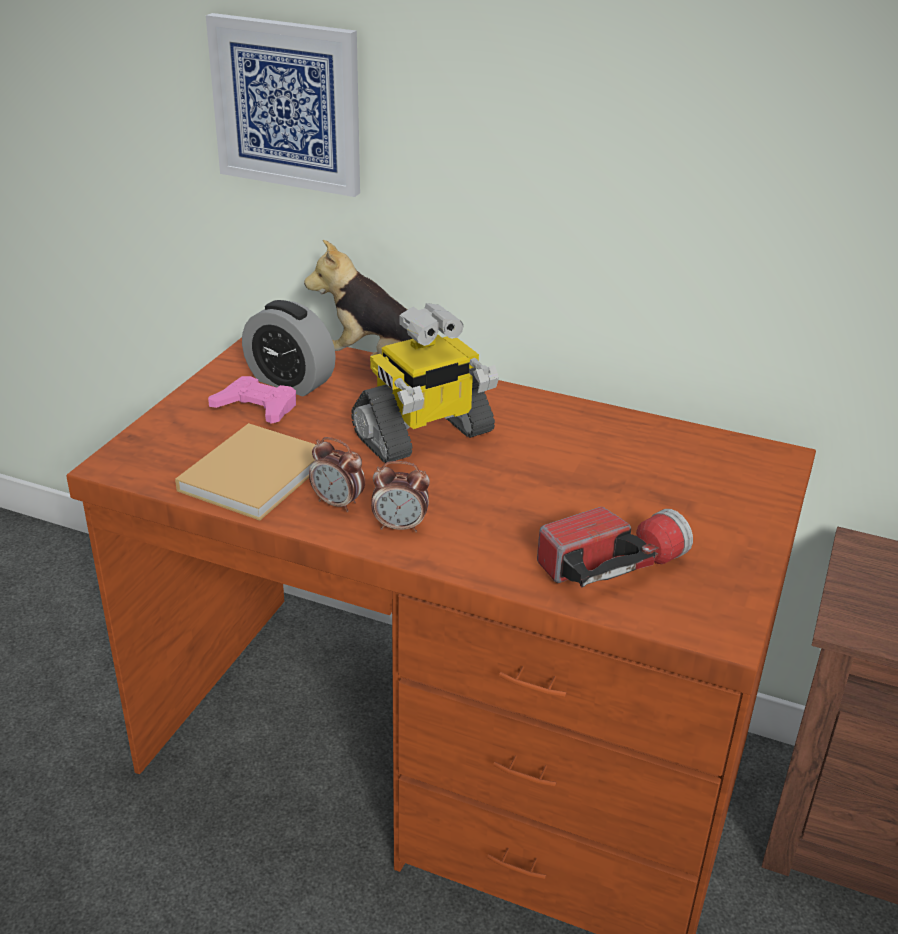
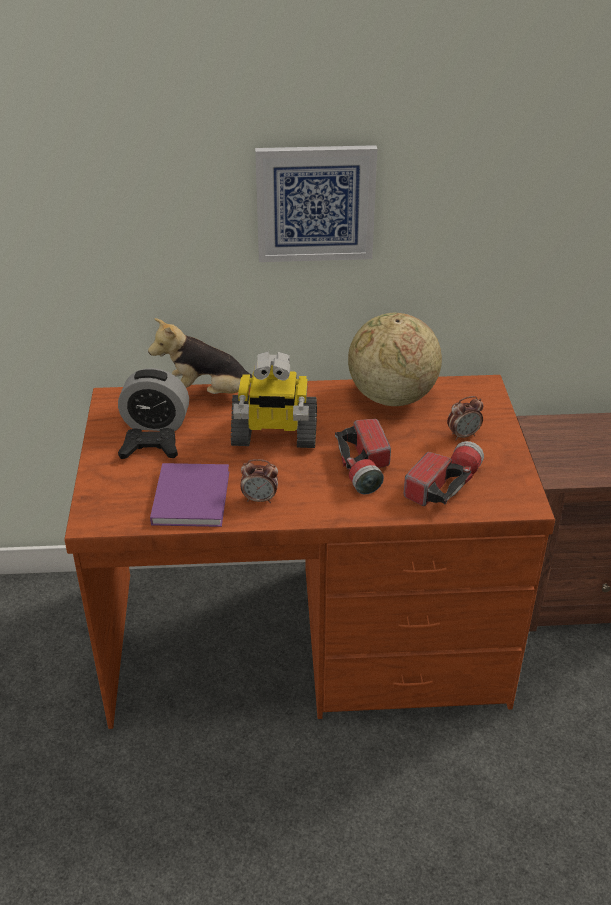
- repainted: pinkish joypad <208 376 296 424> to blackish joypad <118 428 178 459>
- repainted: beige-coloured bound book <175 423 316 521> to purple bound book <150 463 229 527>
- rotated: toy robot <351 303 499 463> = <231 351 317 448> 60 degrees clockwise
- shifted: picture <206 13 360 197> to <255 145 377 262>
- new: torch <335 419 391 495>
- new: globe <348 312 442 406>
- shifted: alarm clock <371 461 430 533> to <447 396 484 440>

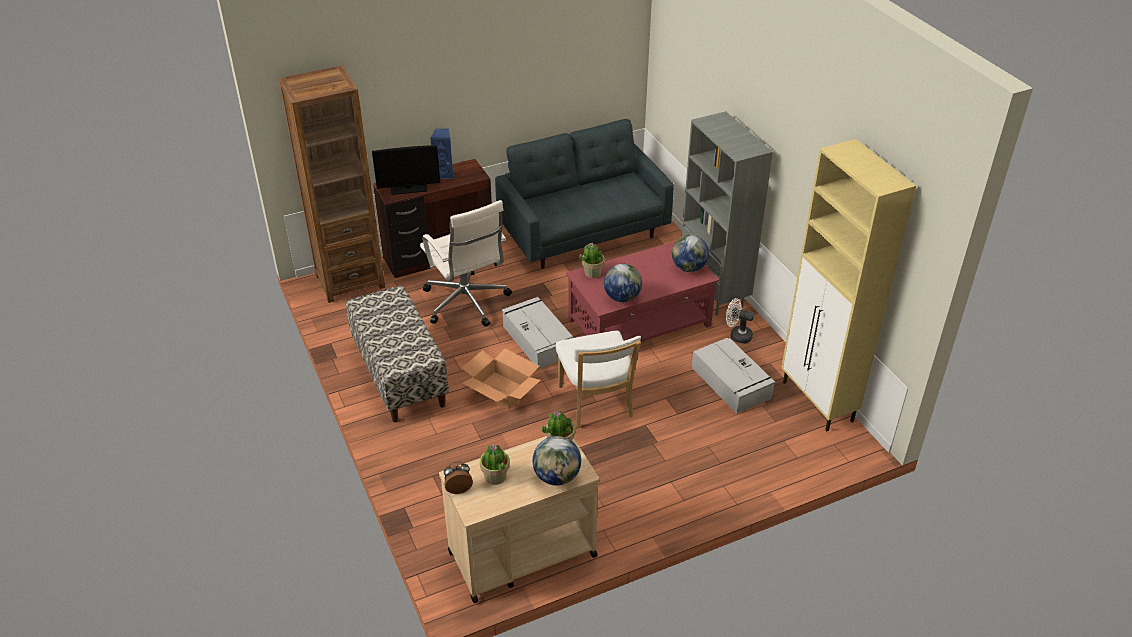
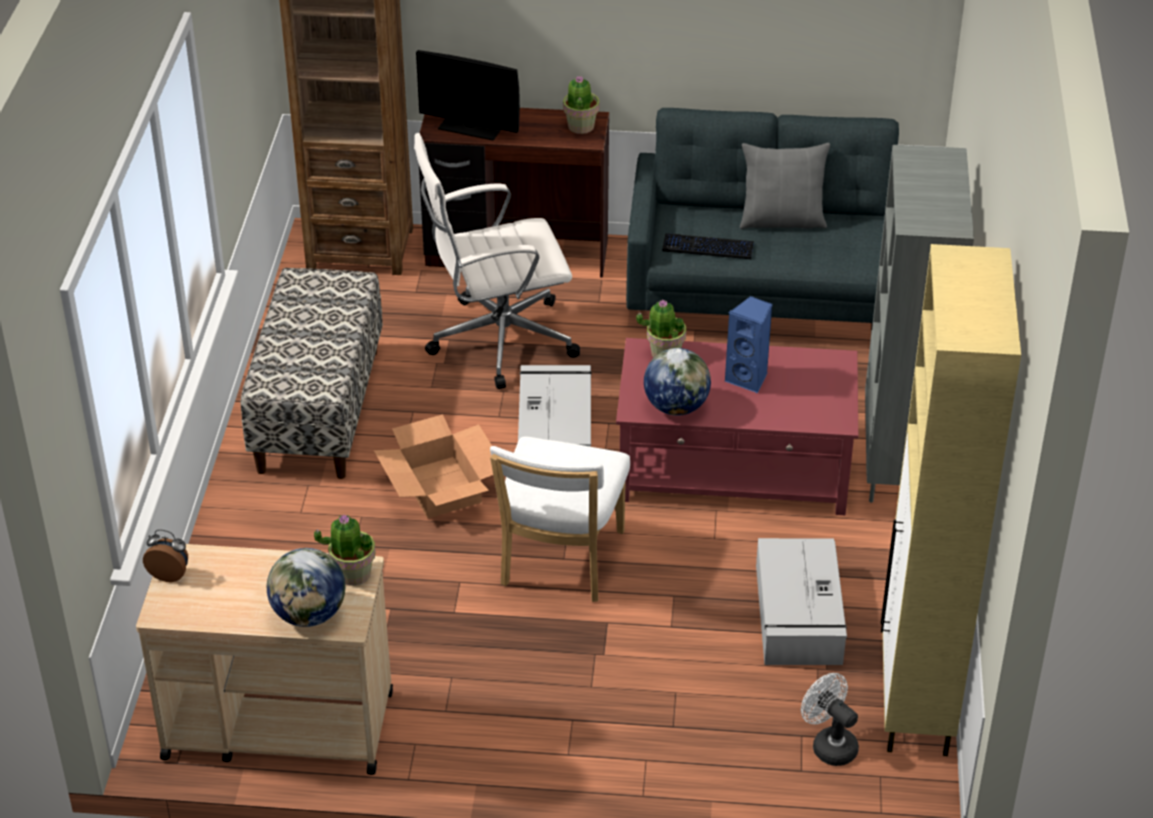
- rotated: white-coloured desk chair <420 200 512 327> = <414 133 580 389> 75 degrees clockwise
- shifted: plant in a pot <480 444 510 485> to <563 76 600 134>
- new: keyboard <662 233 754 259>
- shifted: blue audio speaker <430 129 454 179> to <725 296 773 394>
- new: greyish cushion <740 143 830 229>
- shifted: white-coloured electric fan <726 298 754 343> to <801 673 859 766>
- gone: globe <672 235 709 272>

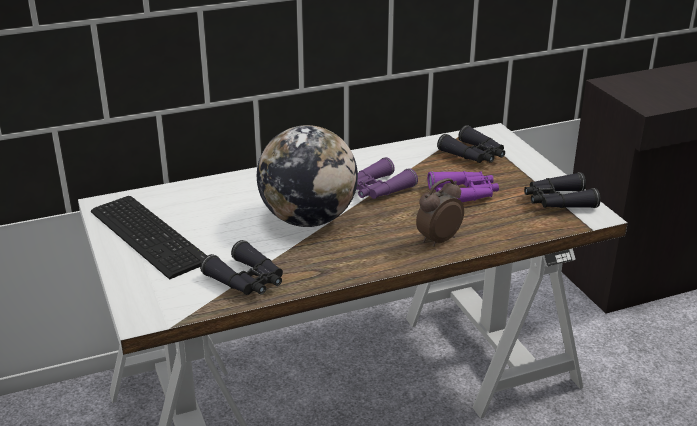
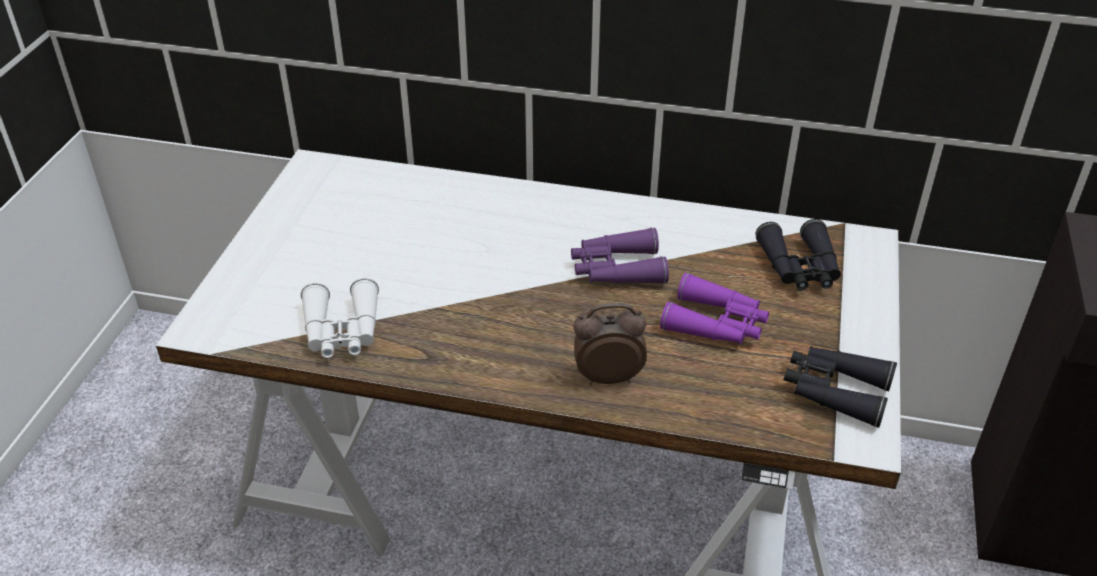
- repainted: blackish pair of binoculars <200 240 283 295> to white-coloured pair of binoculars <301 277 379 358>
- gone: keyboard <91 196 207 280>
- gone: globe <257 125 358 227>

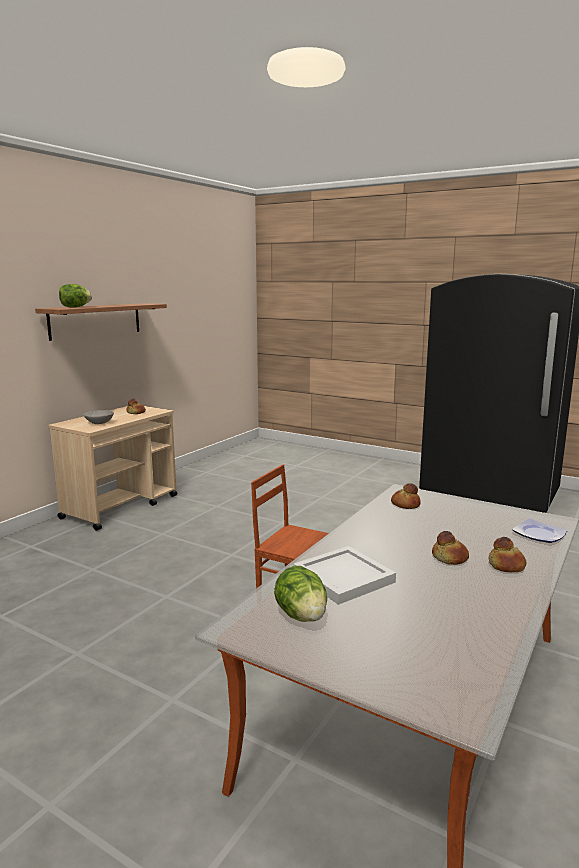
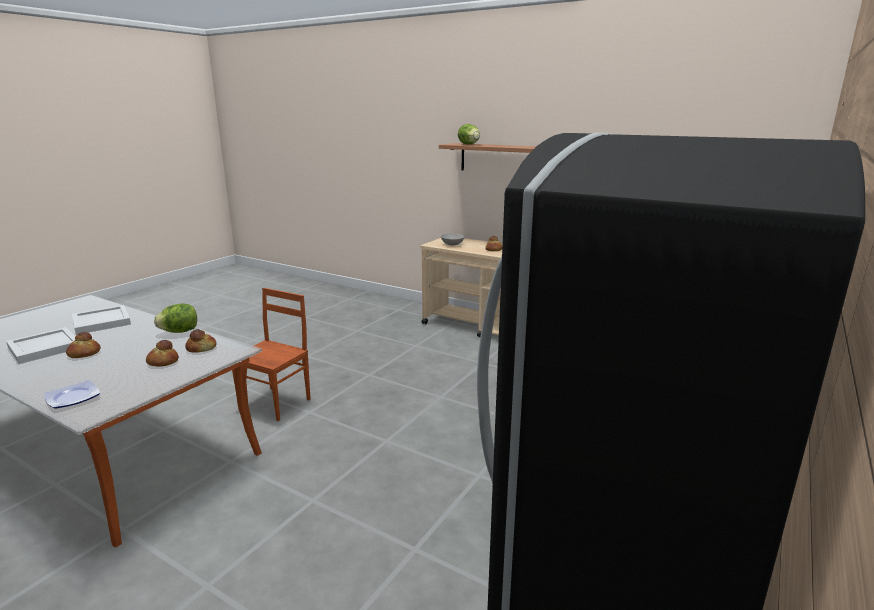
- new: white-coloured tray <6 327 75 364>
- shifted: baked bread <489 537 526 572> to <146 340 179 367>
- shifted: lettuce <274 566 327 622> to <154 304 197 333>

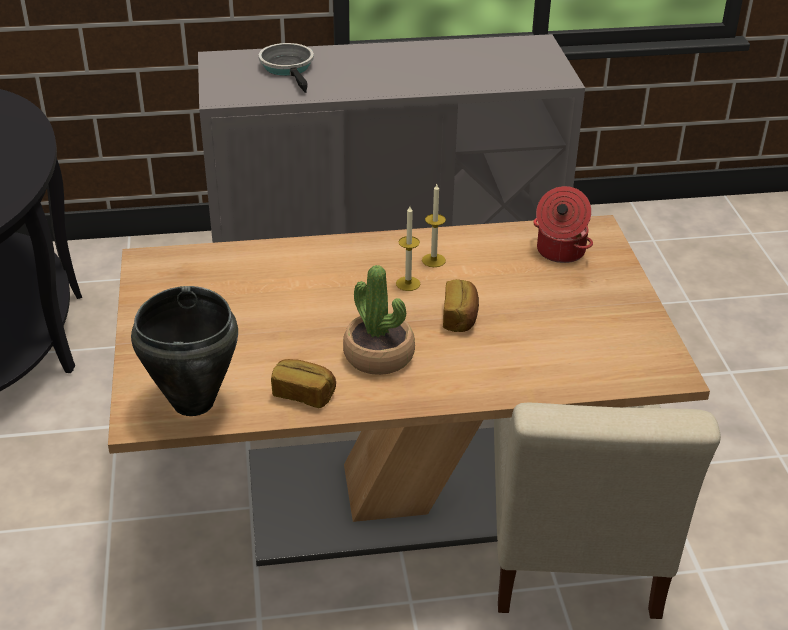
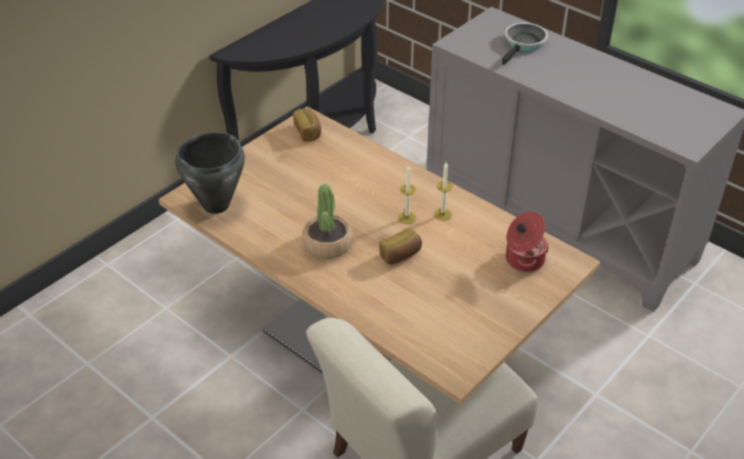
- shifted: baked bread <271 359 336 408> to <293 108 321 142>

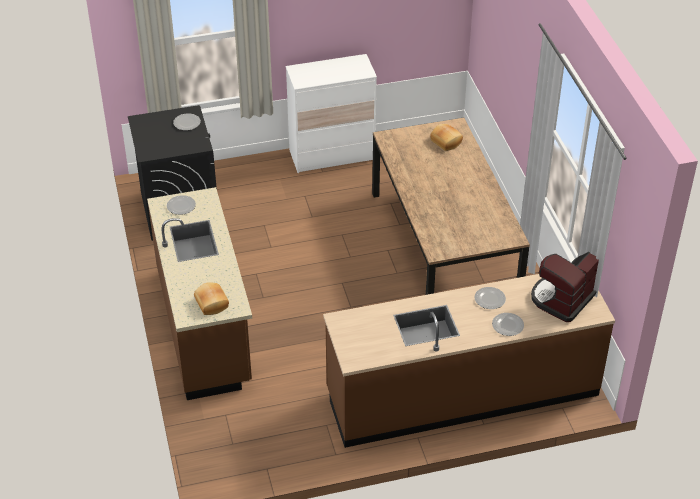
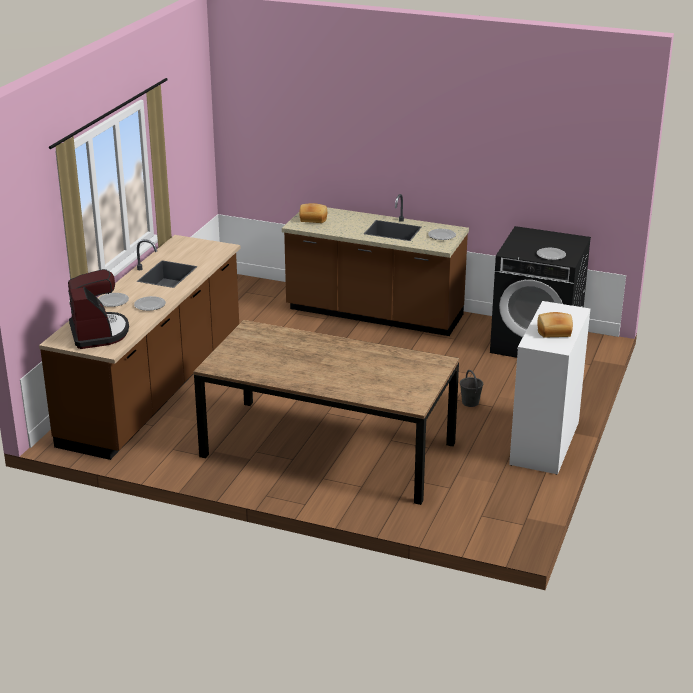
- new: greyish bucket <460 370 483 407>
- shifted: baked bread <430 124 463 151> to <537 312 573 338>

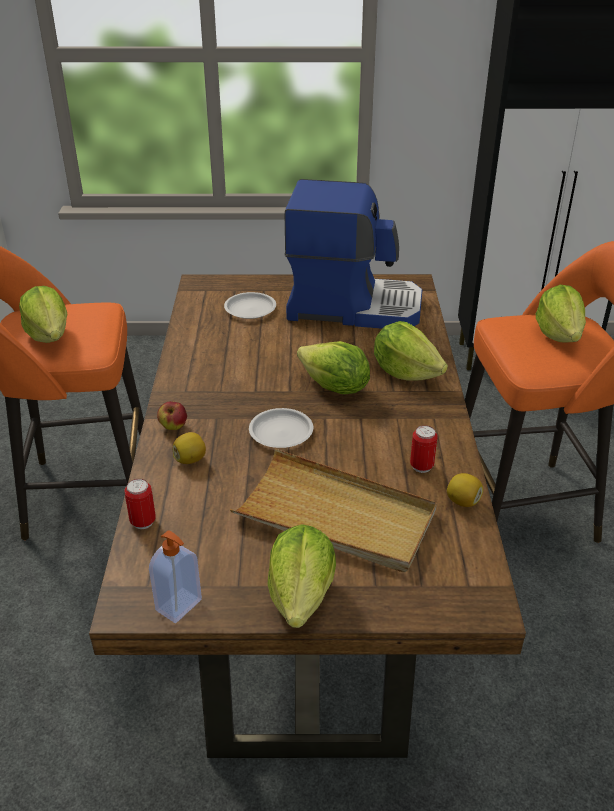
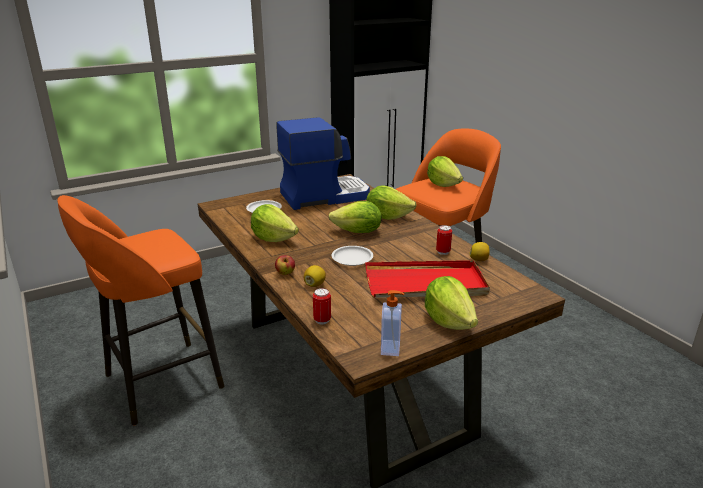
- shifted: lettuce <19 286 67 343> to <251 204 299 242>
- repainted: beige-coloured tray <230 449 437 572> to red tray <365 260 490 298>

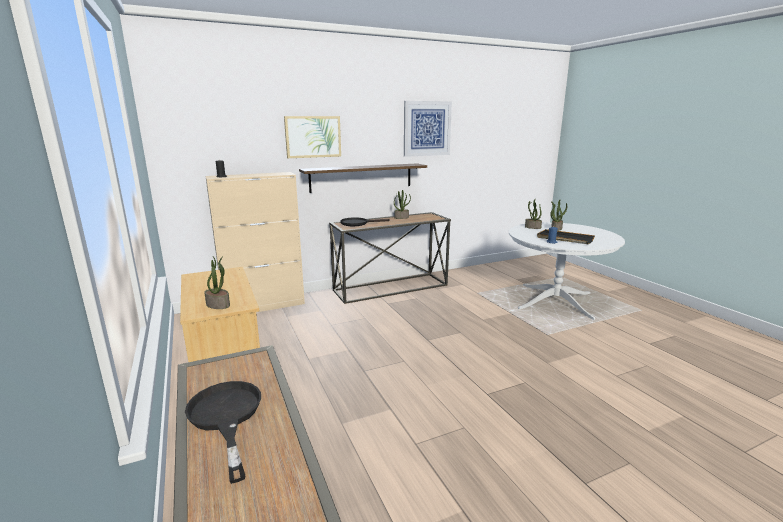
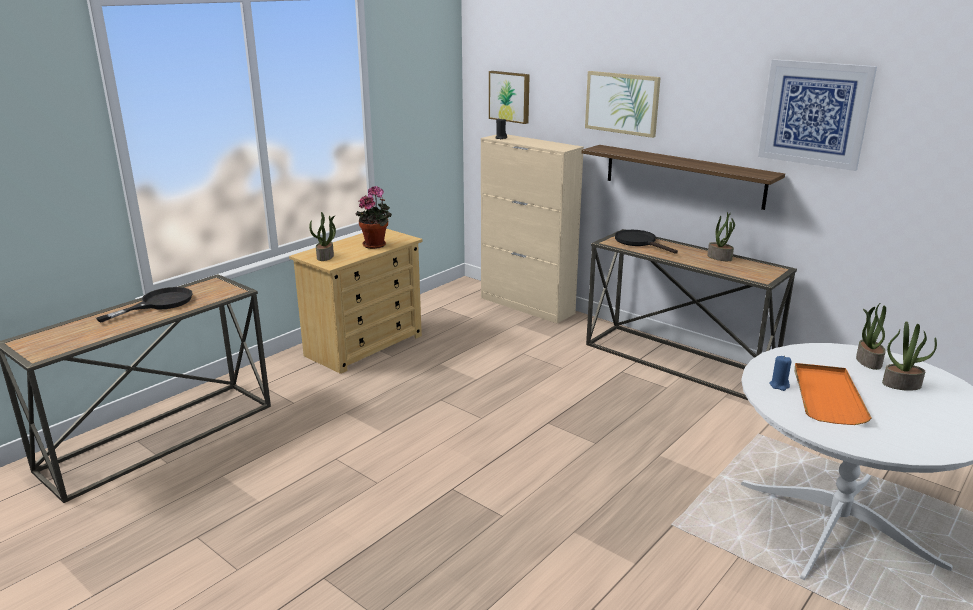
- new: plant in a pot <356 186 392 249>
- new: picture <489 71 530 124>
- repainted: blackish tray <537 229 595 244> to orange-coloured tray <794 363 872 425>

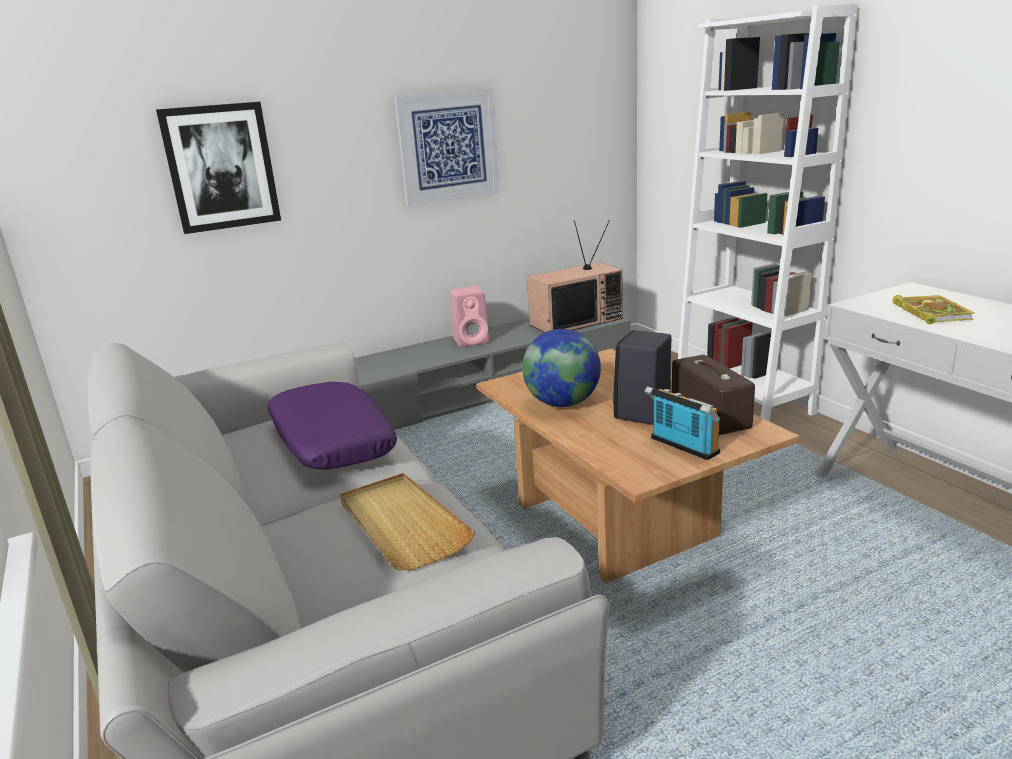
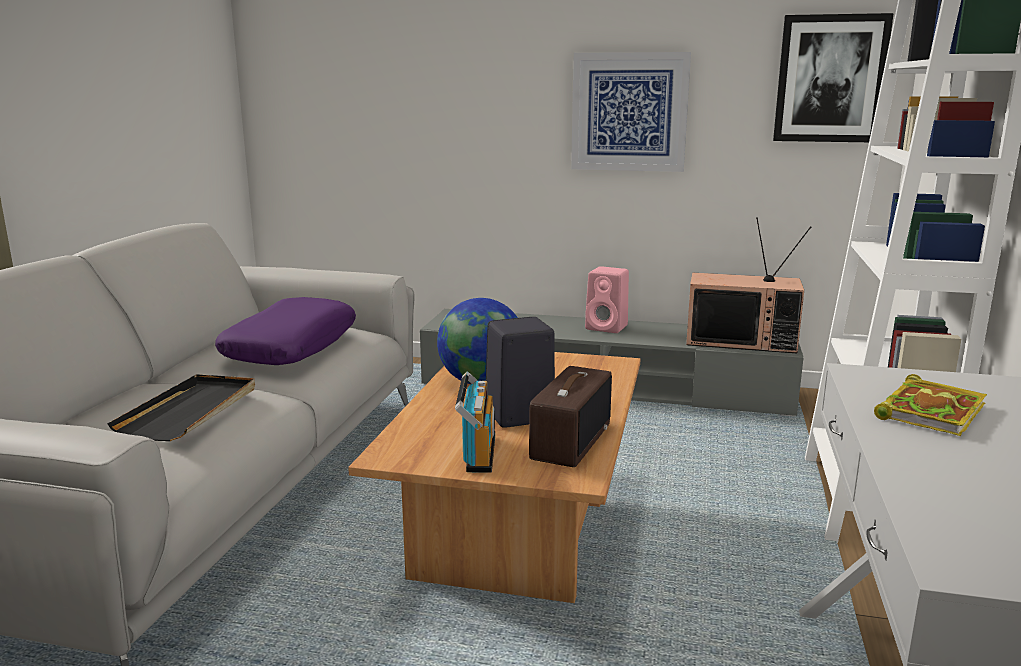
- repainted: beige-coloured tray <340 473 475 570> to blackish tray <107 374 255 441>
- shifted: picture <156 102 281 234> to <773 13 894 142>

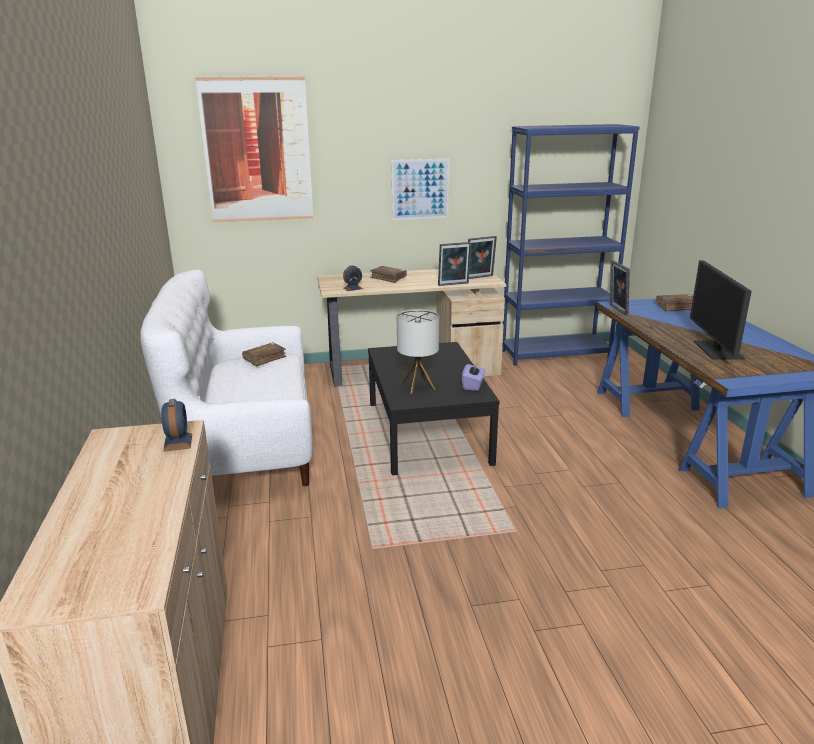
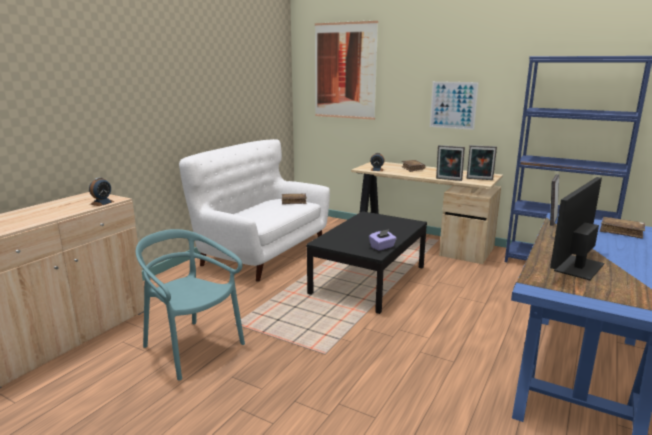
- new: blue-green upright chair <136 229 245 381>
- gone: lamp for a table <397 309 439 394>

